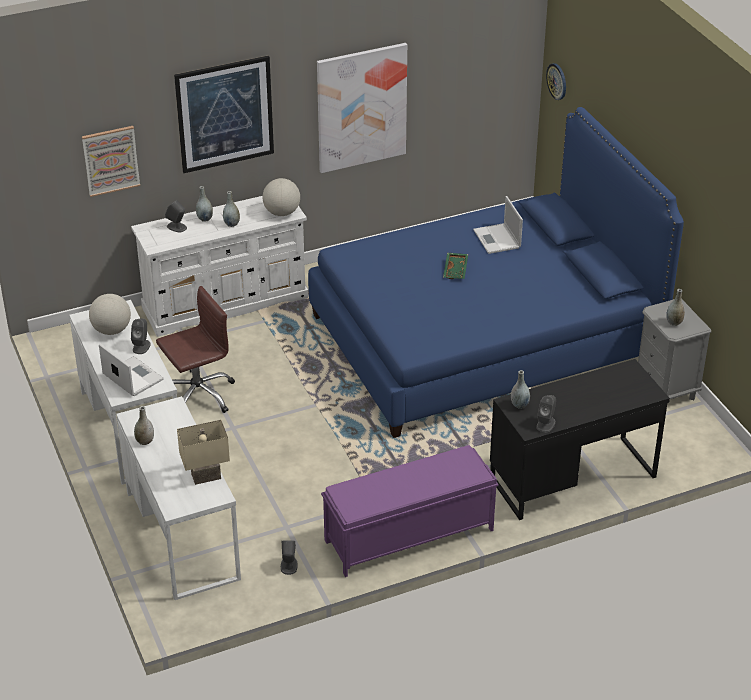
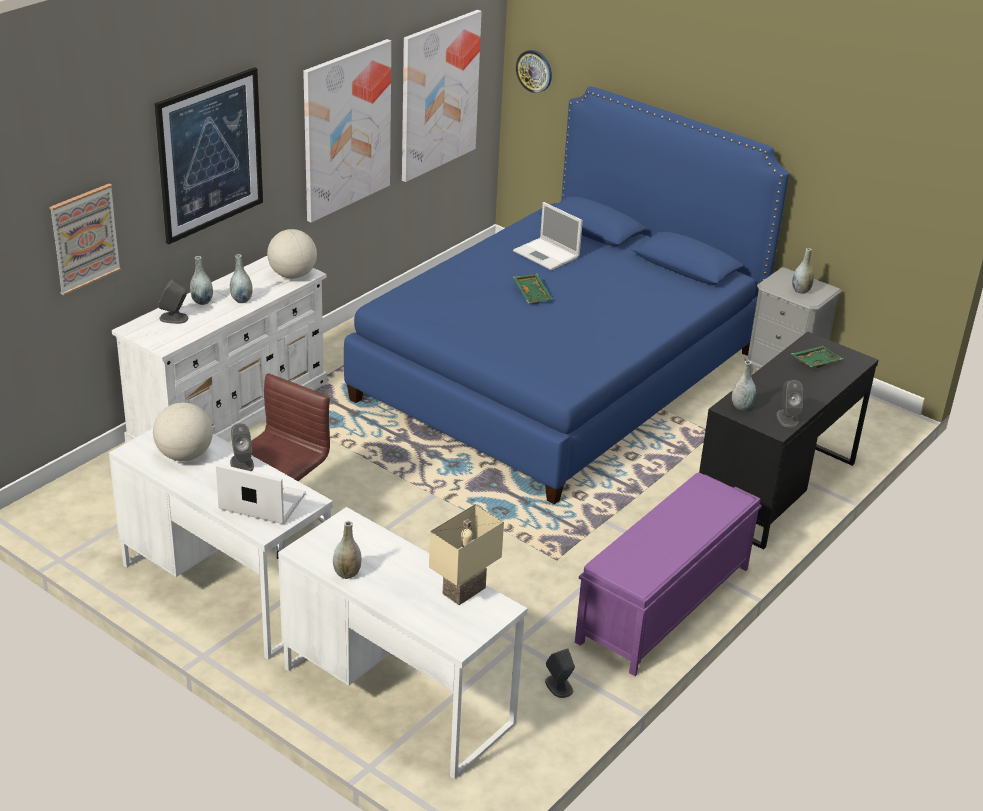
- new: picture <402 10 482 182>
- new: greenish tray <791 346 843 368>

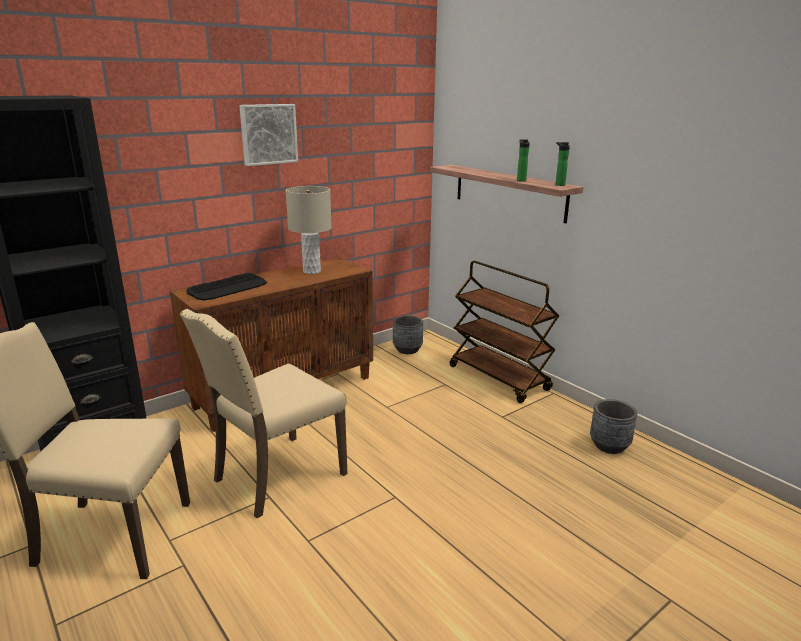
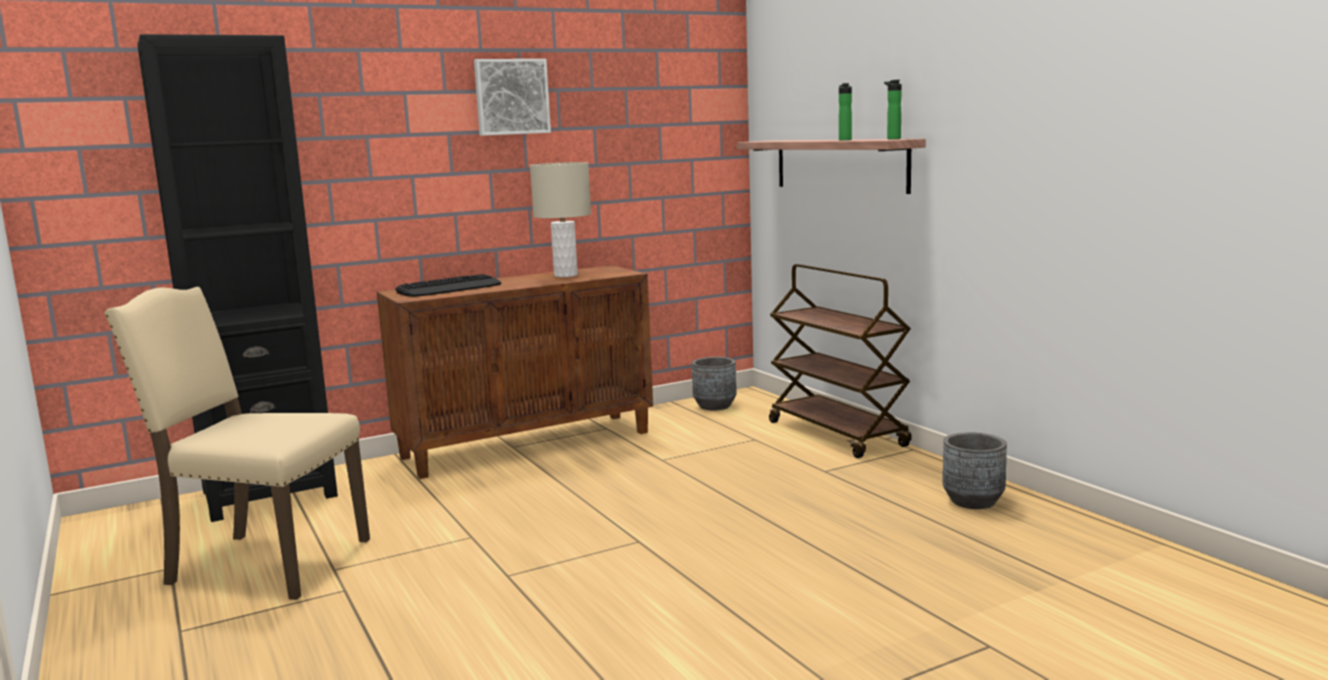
- gone: beige-coloured upright chair <180 309 347 518>

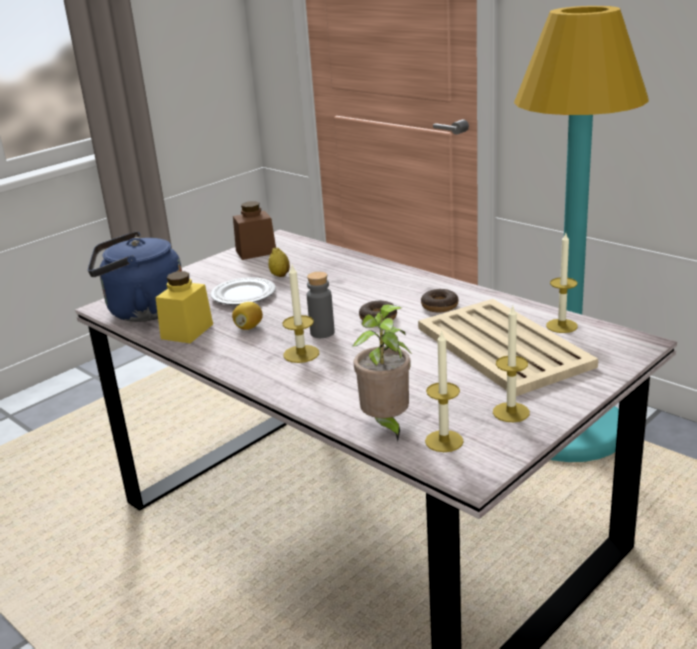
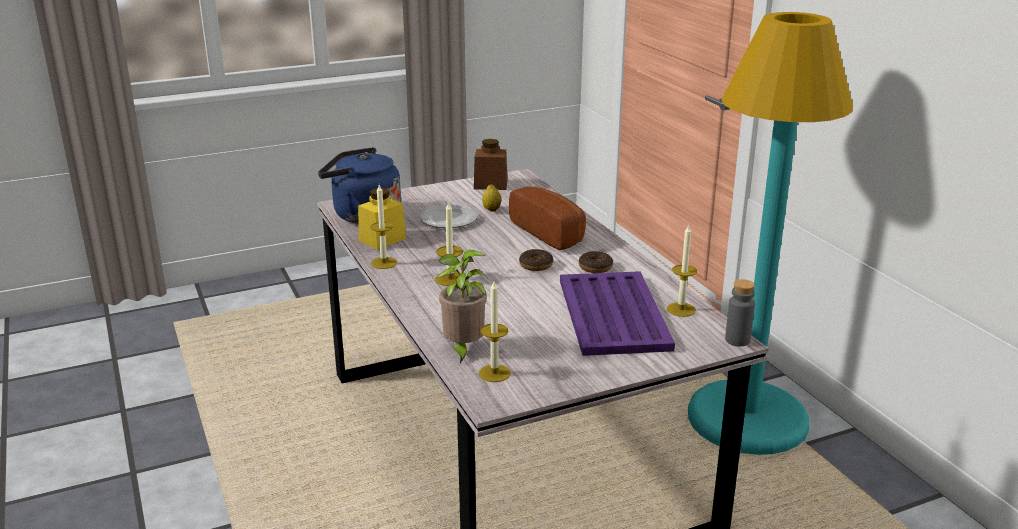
- shifted: candle <493 306 530 422> to <370 185 397 269>
- new: baked bread <509 186 586 250>
- repainted: beige-coloured tray <418 299 598 396> to purple tray <560 271 675 356>
- shifted: greyish bottle <307 272 335 338> to <725 279 755 346>
- gone: whole lemon <232 302 263 330>

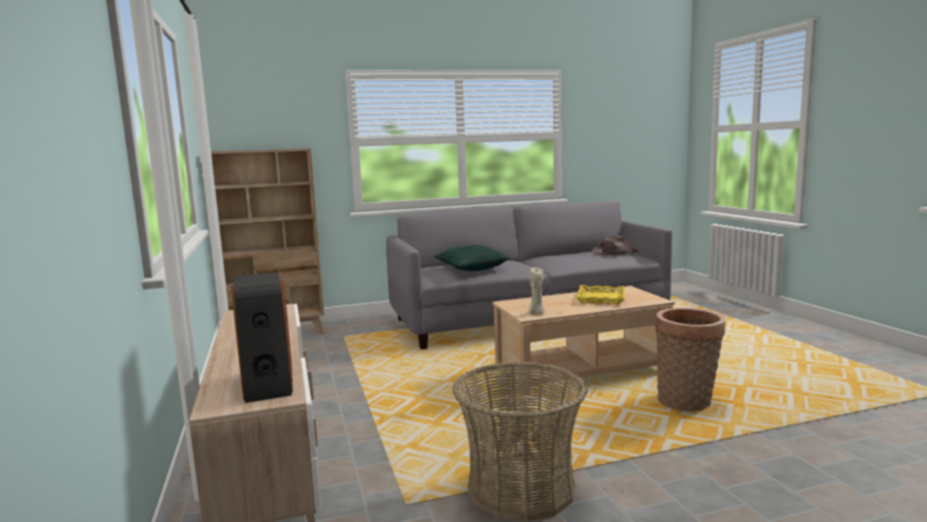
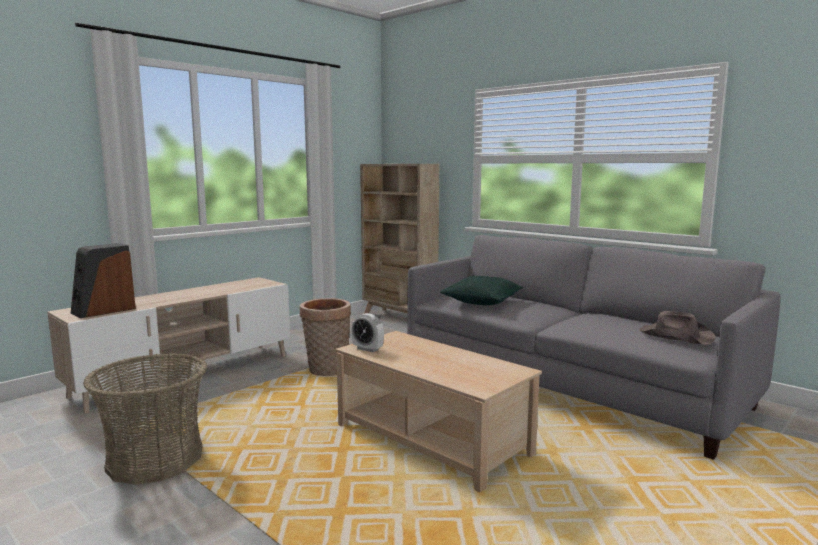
- shifted: basket <655 308 725 411> to <300 298 351 376>
- swapped: beige-coloured candle <529 267 544 314> to alarm clock <351 313 384 352>
- gone: yellow tray <576 285 625 304>

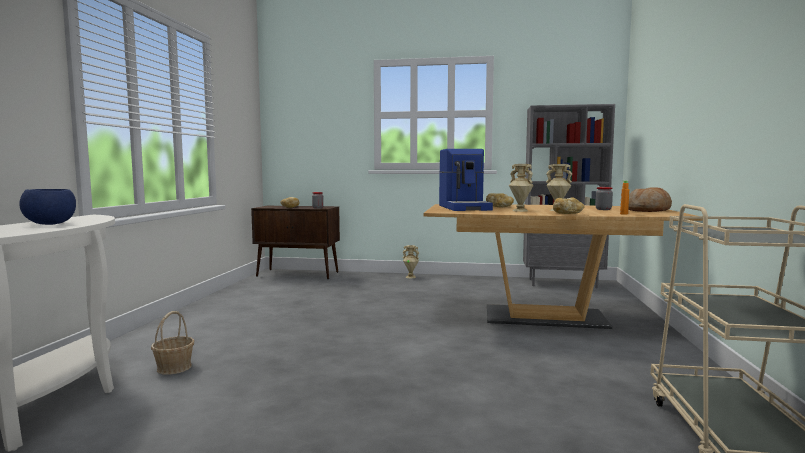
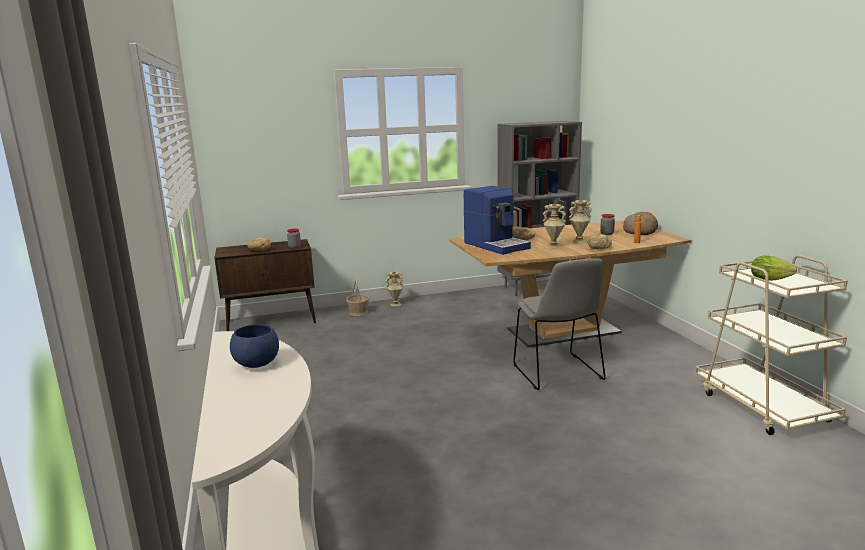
- shifted: basket <151 311 194 375> to <346 280 369 316>
- new: greyish upright chair <513 259 606 390>
- new: lettuce <751 255 797 281>

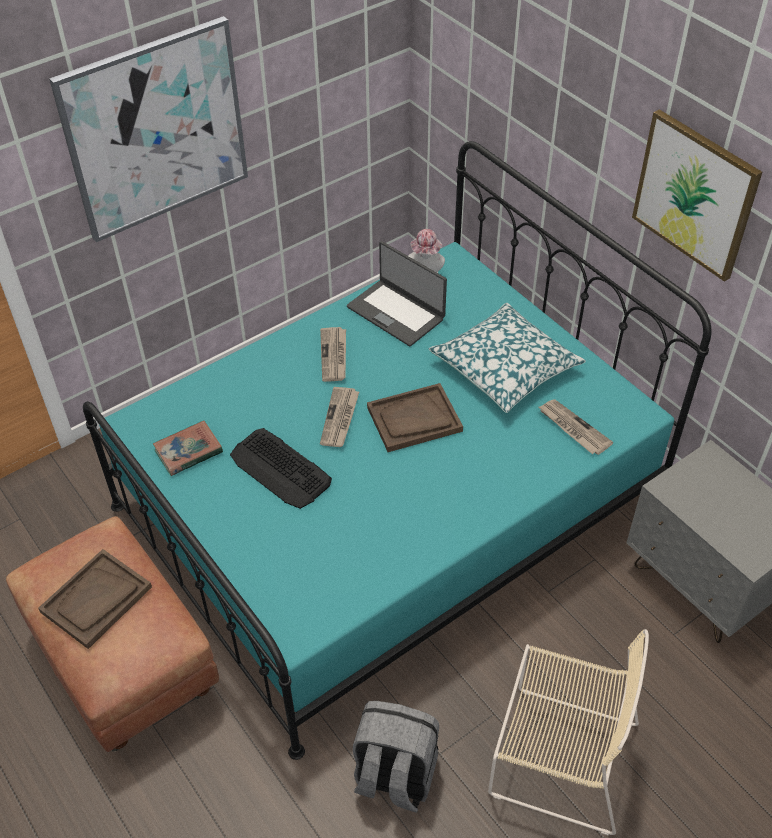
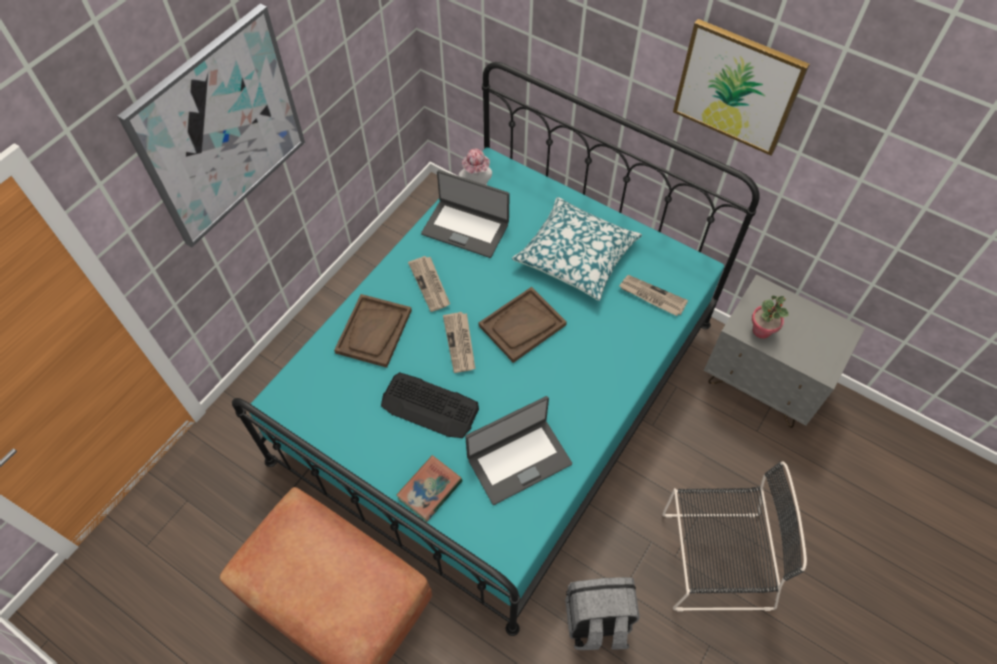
- shifted: brown tray <38 549 152 649> to <334 294 412 368>
- shifted: bound book <153 420 223 476> to <396 455 463 522>
- new: laptop <465 396 572 505>
- repainted: beige-coloured upright chair <488 629 649 835> to blackish upright chair <662 461 807 611>
- new: plant in a pot <752 296 789 339>

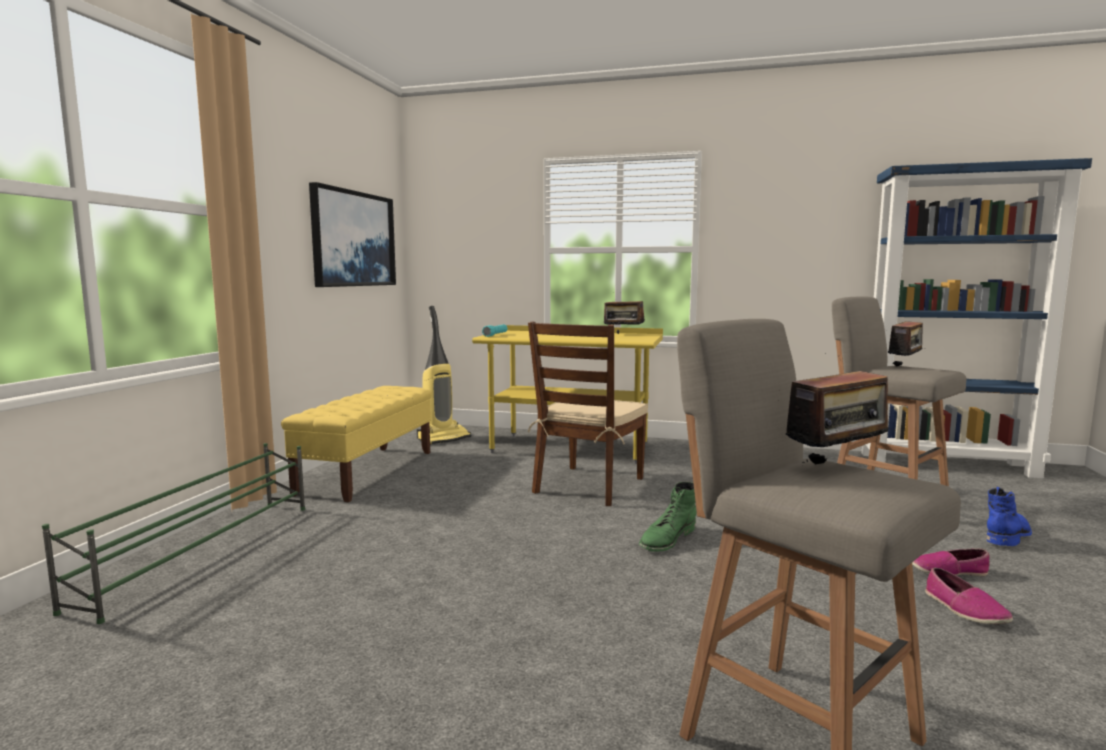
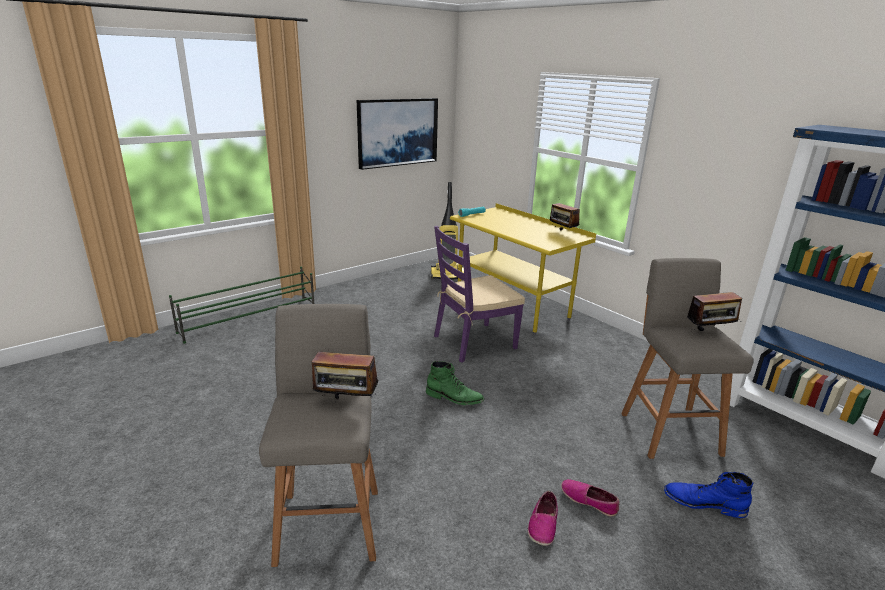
- rotated: greenish high-top boot <639 482 697 552> = <426 361 484 405> 150 degrees counterclockwise
- repainted: brown upright chair <528 322 648 506> to purple upright chair <434 226 525 363>
- rotated: blue high-top boot <987 487 1032 546> = <664 472 753 518> 150 degrees counterclockwise
- gone: yellow bench <281 386 432 502>

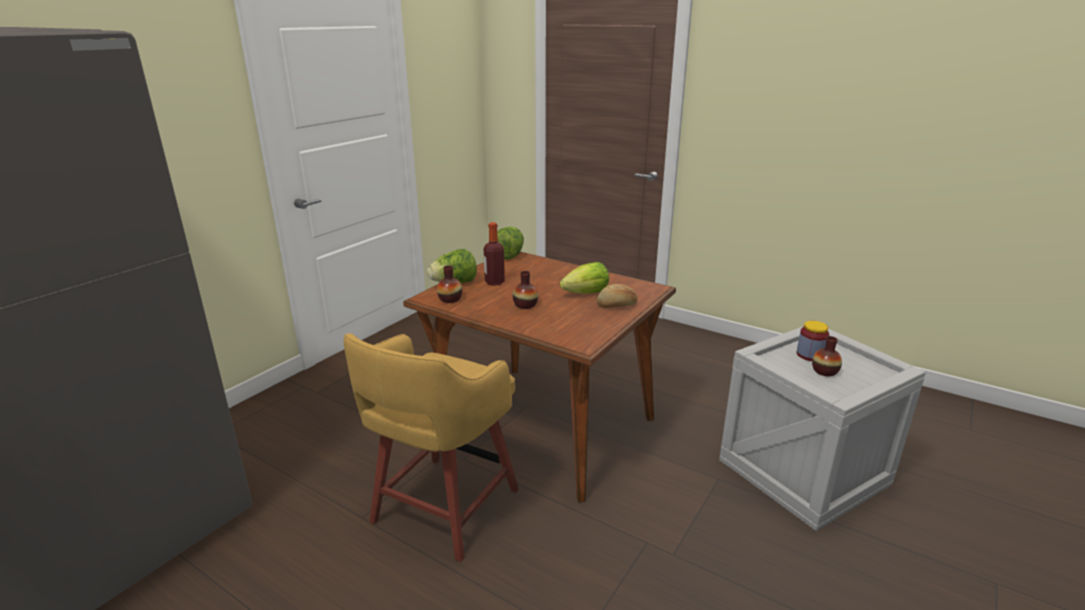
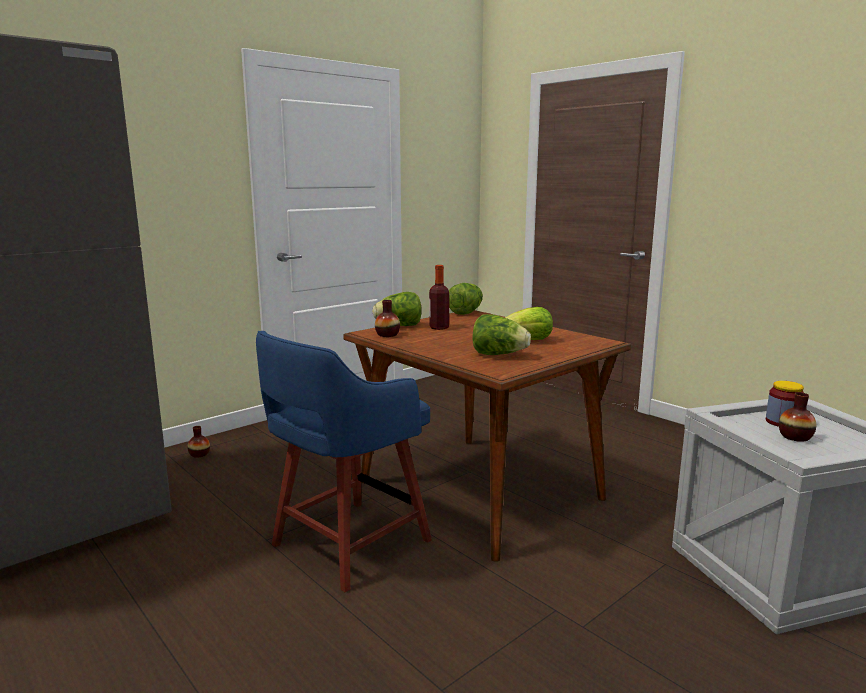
- shifted: decorative vase <513 271 538 309> to <187 426 210 458>
- repainted: yellow stool seat <343 333 519 562> to blue stool seat <256 331 432 593>
- new: lettuce <472 314 531 355>
- gone: baked bread <597 284 638 308>

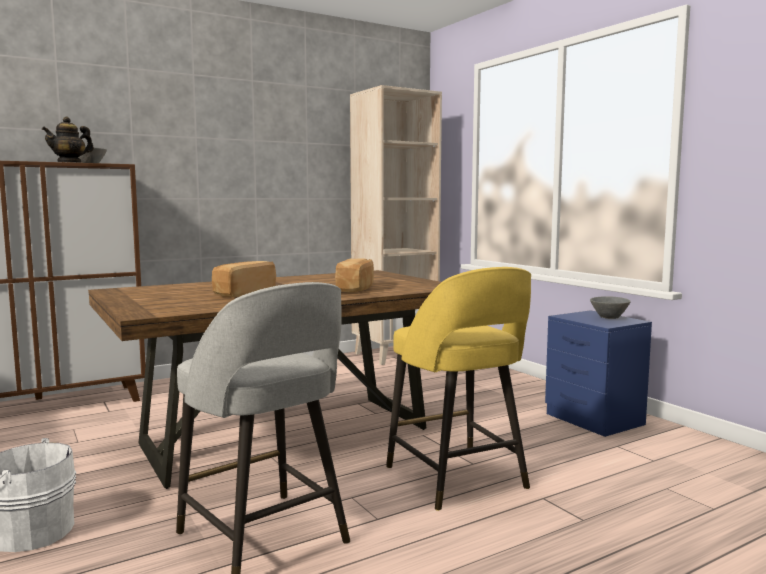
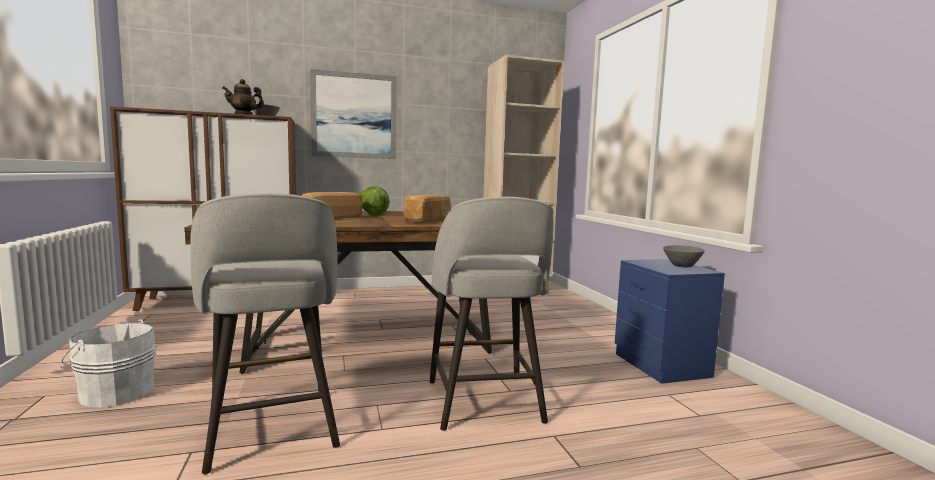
- new: picture <310 69 396 159>
- new: lettuce <361 186 390 215>
- repainted: yellow stool seat <386 267 531 511> to greyish stool seat <430 197 553 431>

